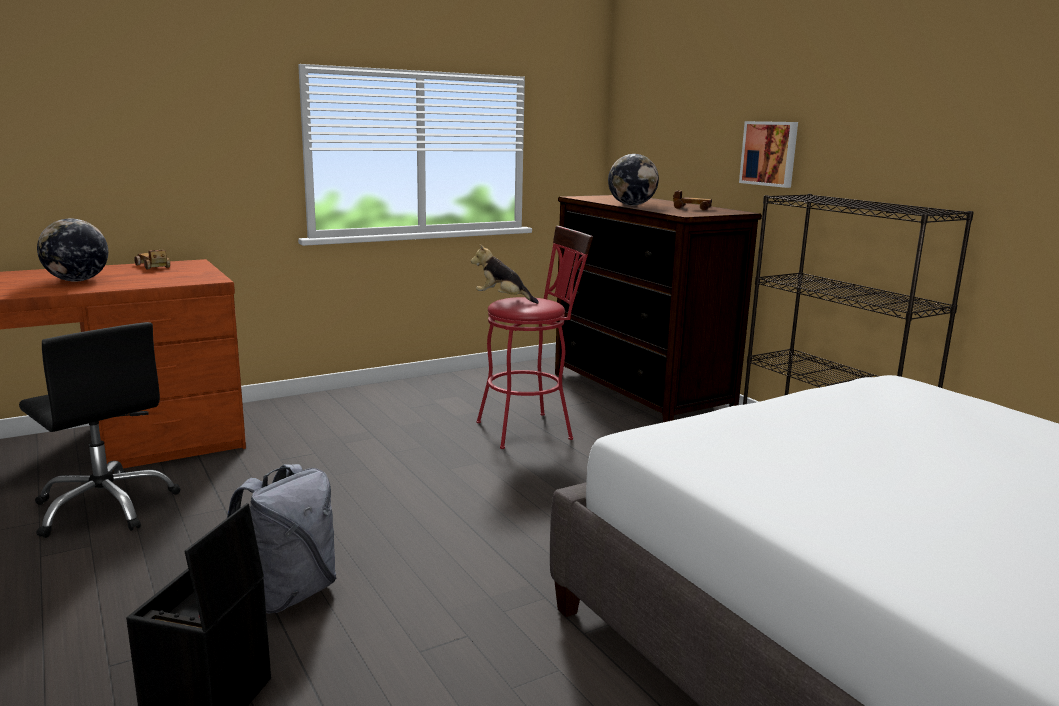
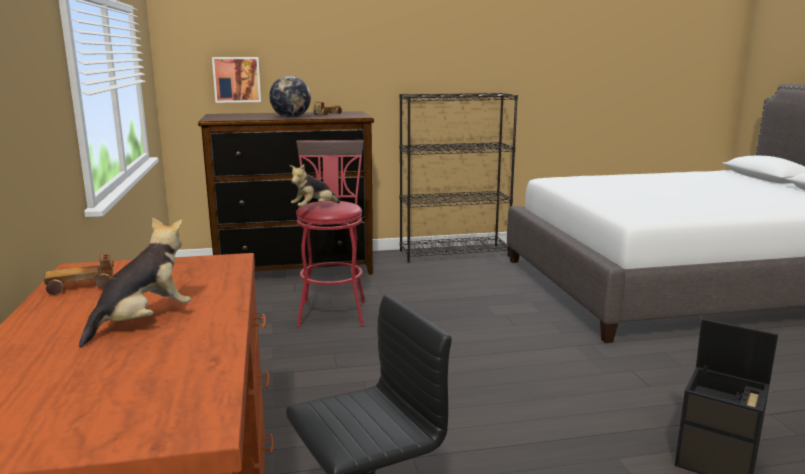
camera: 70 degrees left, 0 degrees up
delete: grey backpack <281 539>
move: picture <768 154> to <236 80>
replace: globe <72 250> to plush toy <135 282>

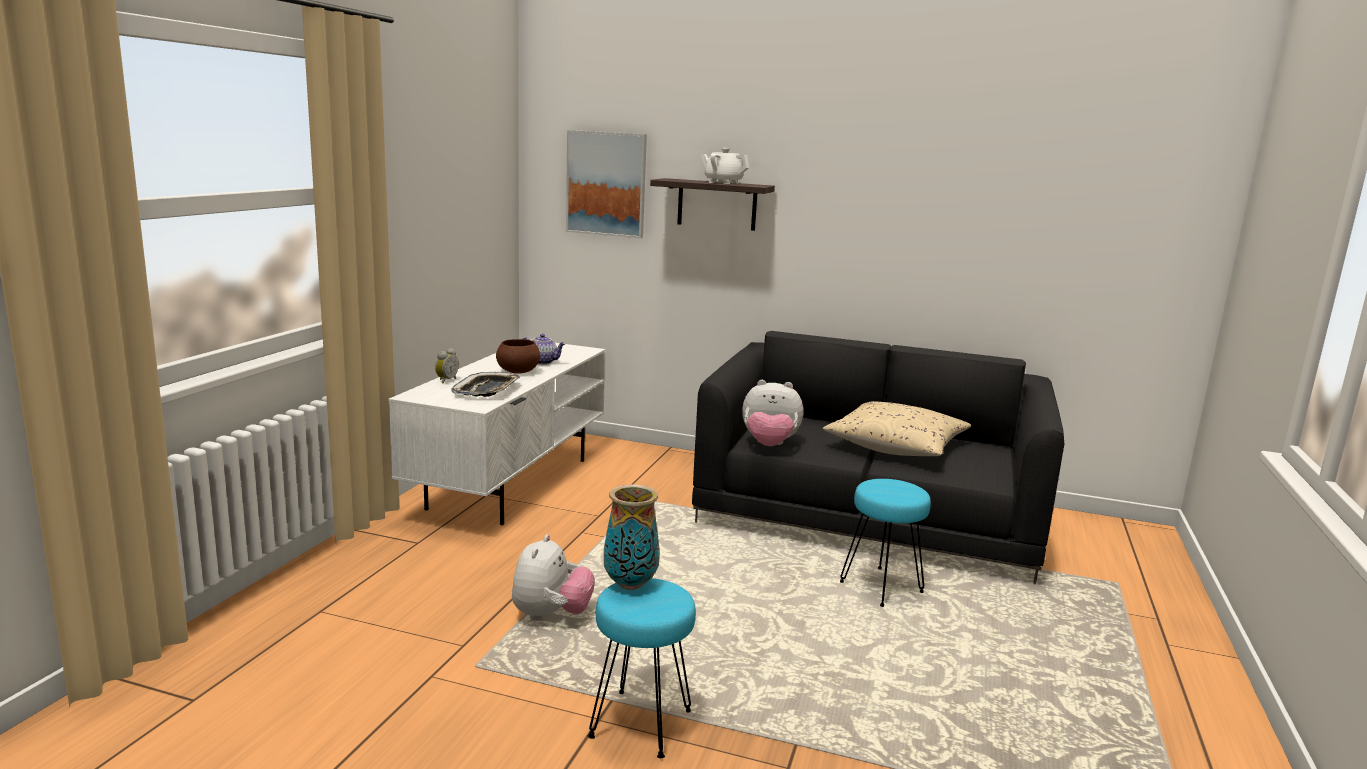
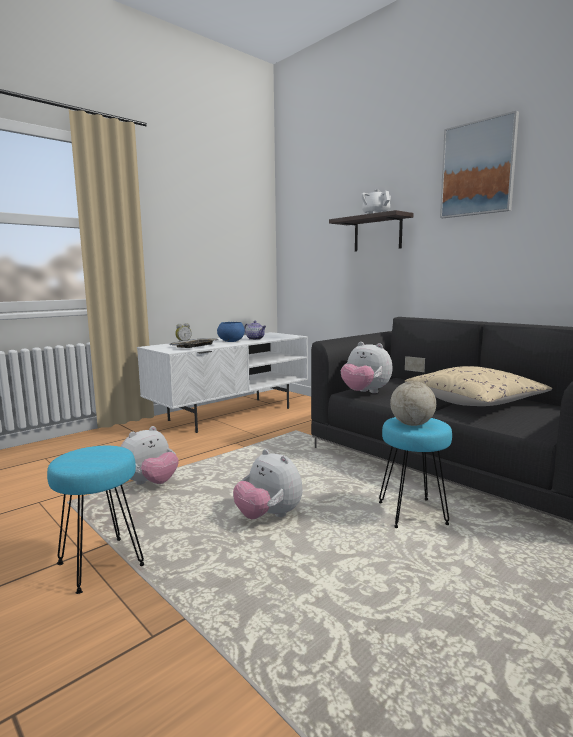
camera: 30 degrees right, 5 degrees down
delete: vase <632 537>
insert: plush toy <268 484>; globe <413 391>
move: picture <606 184> to <479 164>
recolor: brown bowl <518 356> to blue bowl <231 332>

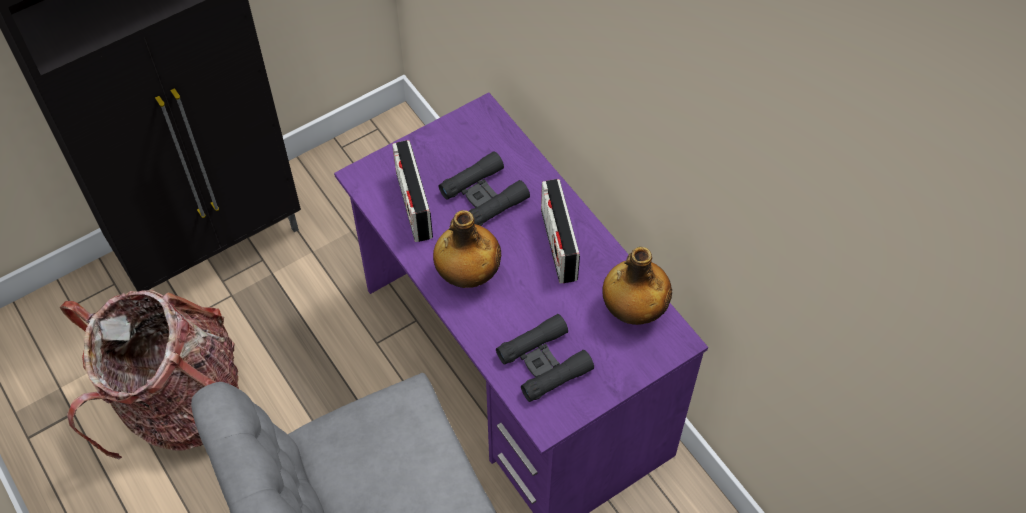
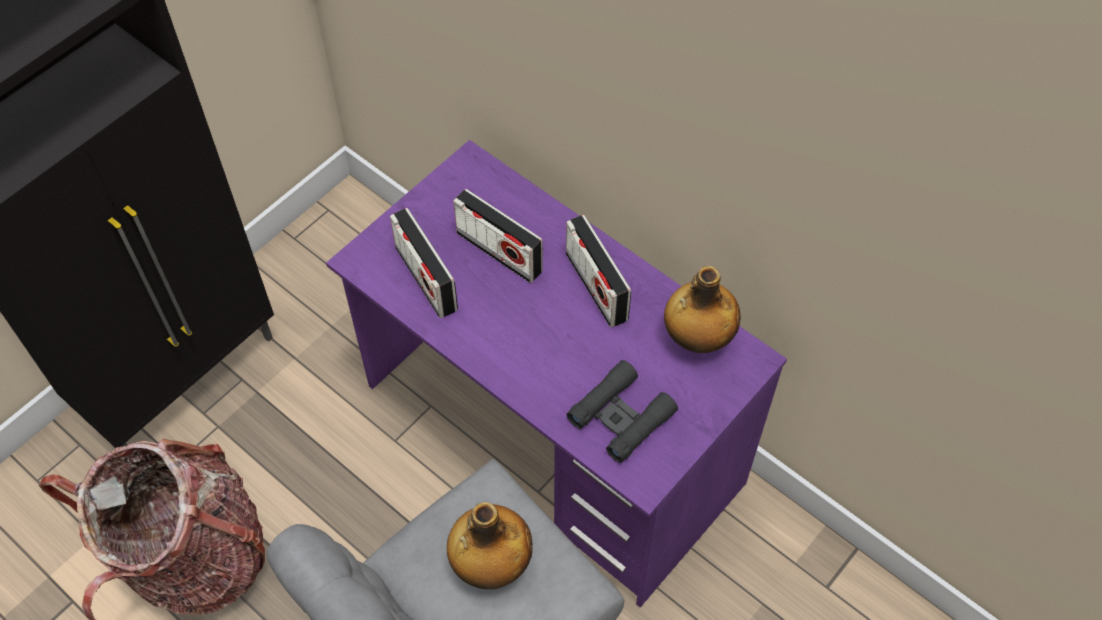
camera: 15 degrees left, 0 degrees up
move: bottle <467 249> to <490 545>
replace: black binoculars <484 188> to radio <498 236>

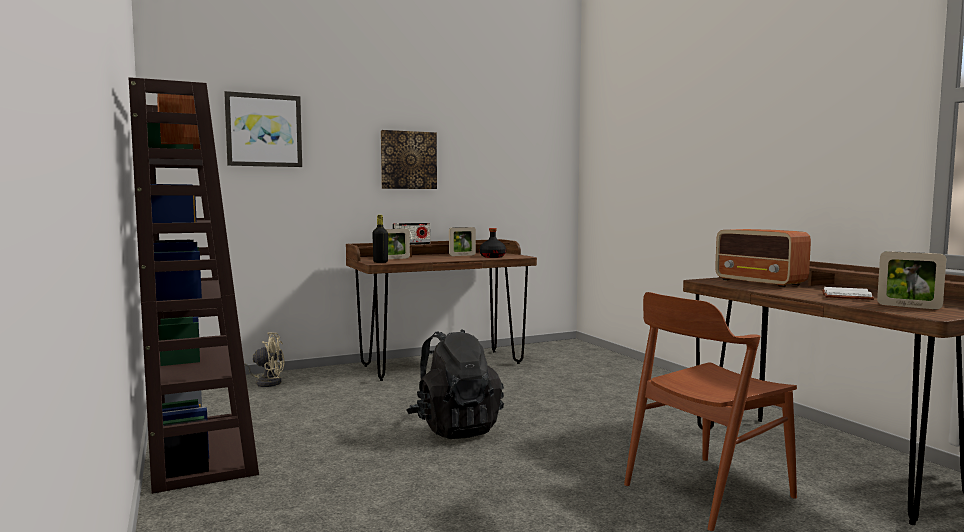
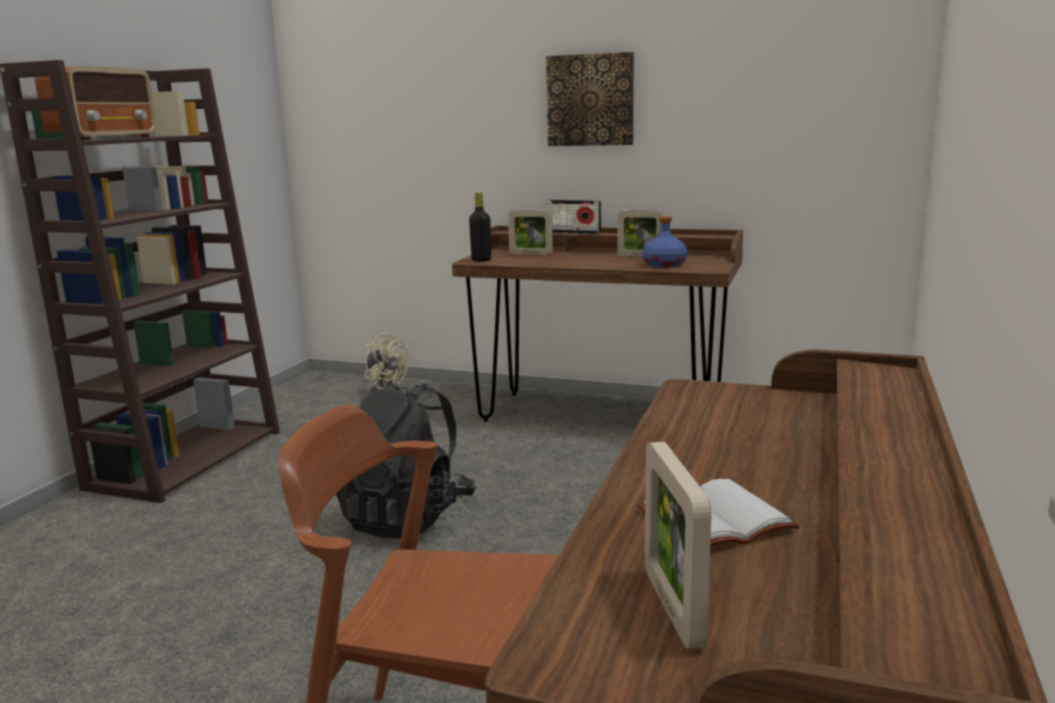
camera: 45 degrees right, 10 degrees up
delete: picture <263 129>; radio <763 258>
recolor: black bottle <492 243> to blue bottle <664 241>

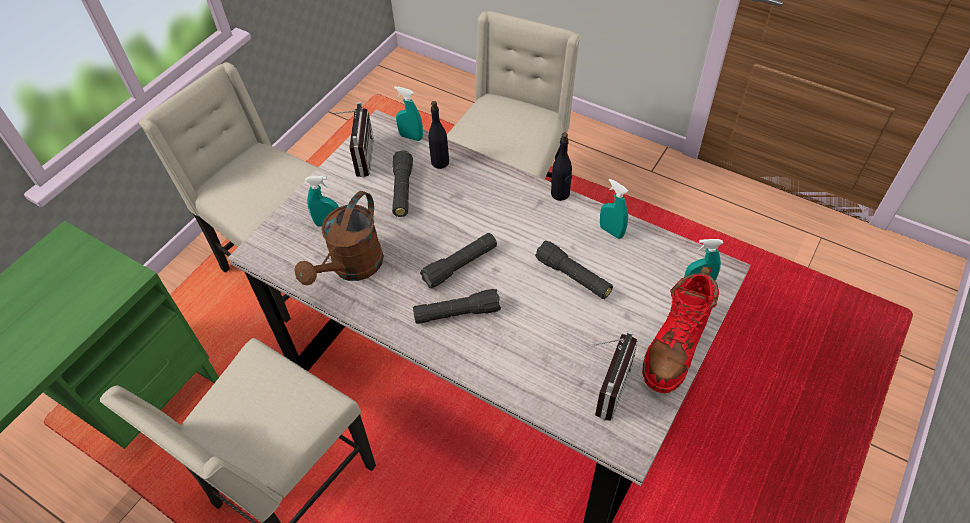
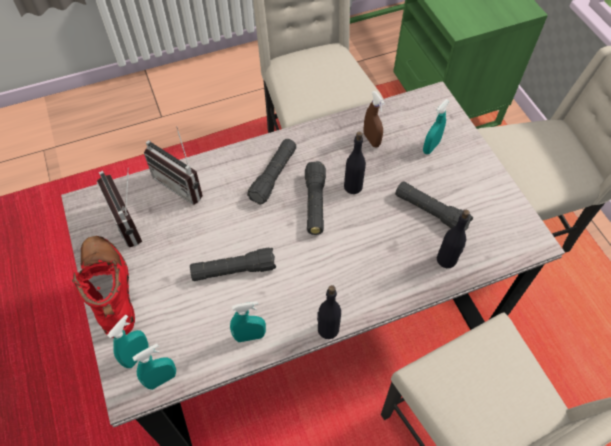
camera: 125 degrees right, 5 degrees up
insert: black bottle <355 163>
move: turquoise spray bottle <408 113> to <154 367>; radio <352 139> to <173 165>
replace: brown watering can <339 238> to brown spray bottle <374 119>

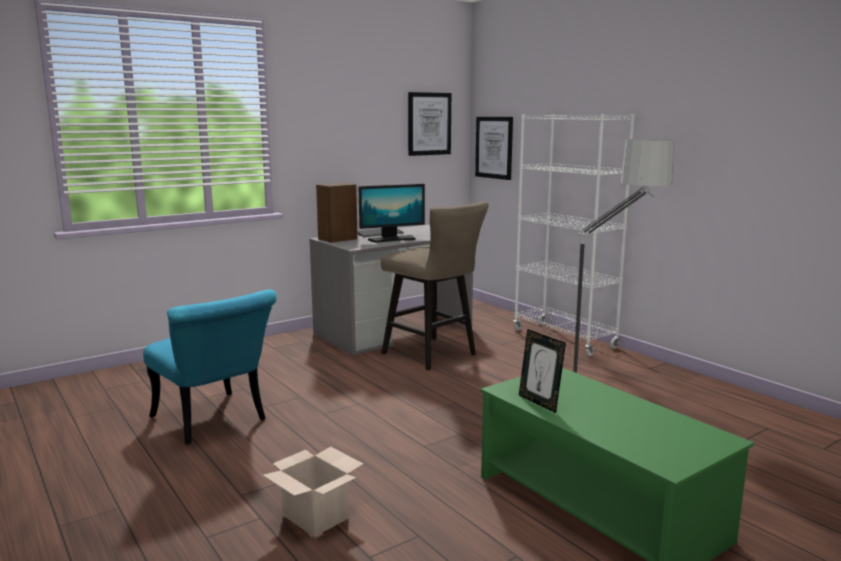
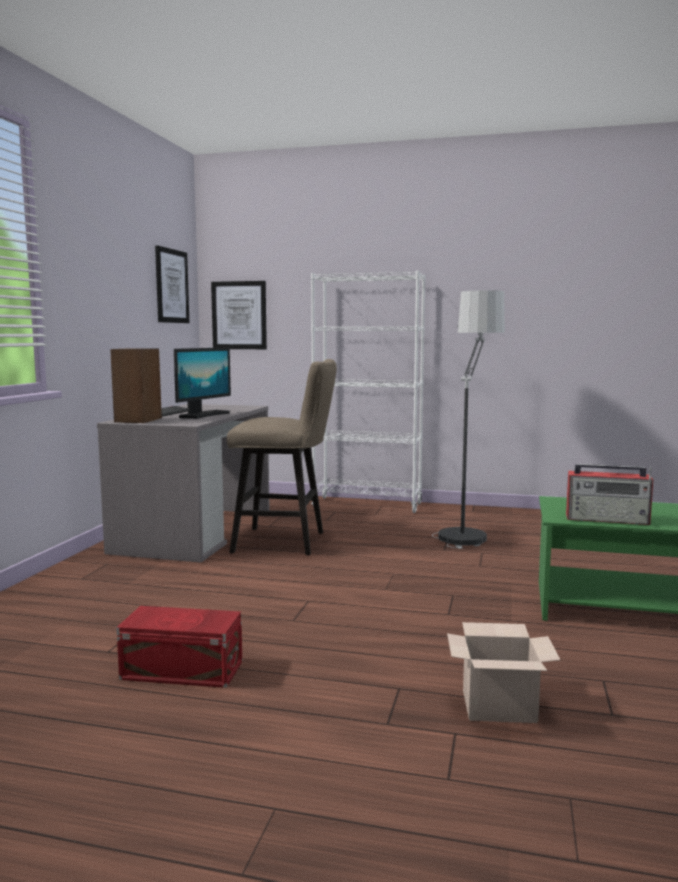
camera: 40 degrees left, 5 degrees down
replace: turquoise chair <210 366> to red storage box <179 647>; picture frame <542 371> to radio <609 494>

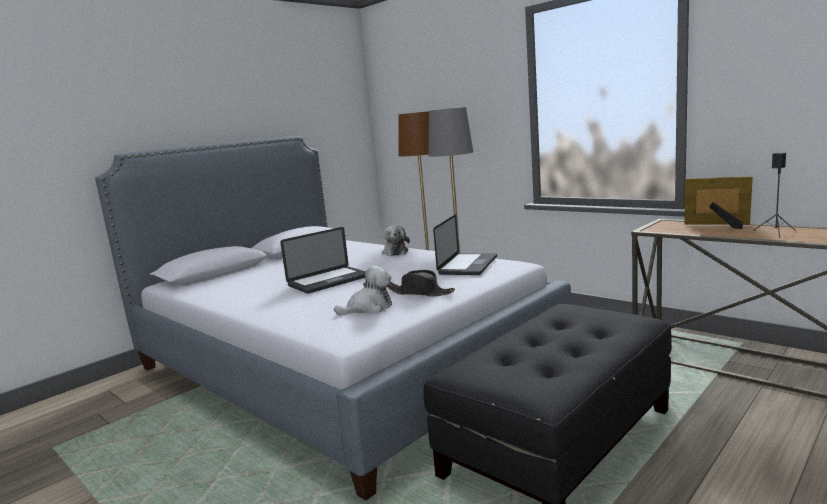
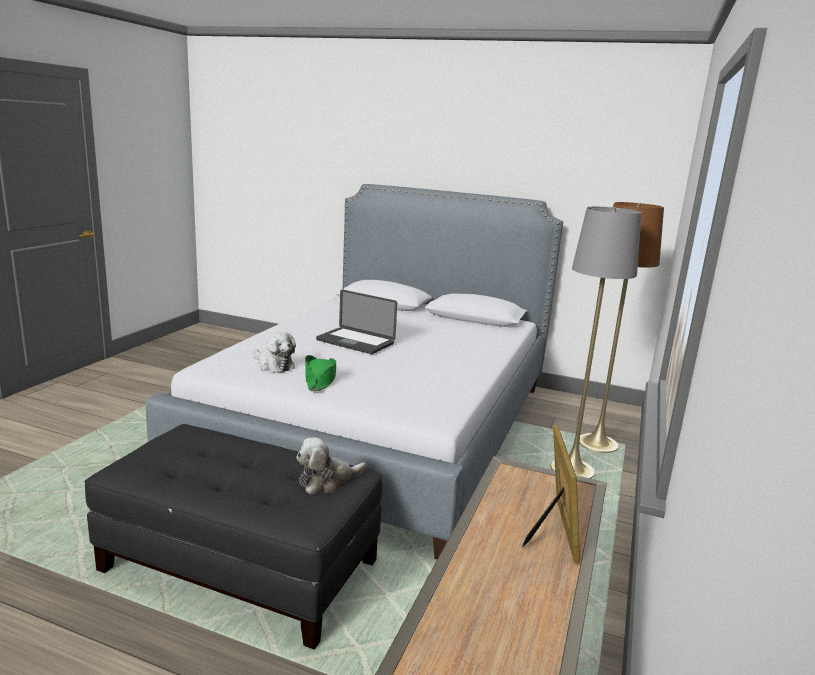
camera: 65 degrees right, 5 degrees up
delete: laptop <465 244>; black speaker <774 195>
move: plush toy <396 240> to <331 465>
recolor: black hat <420 283> to green hat <320 373>

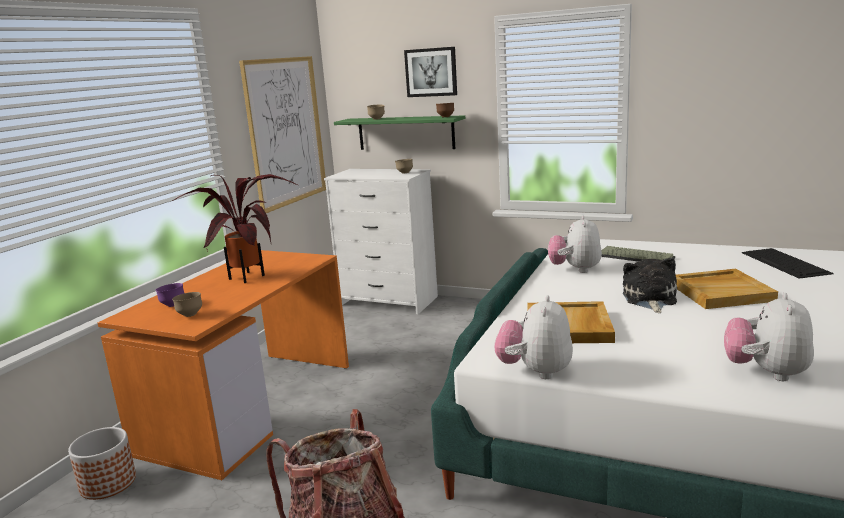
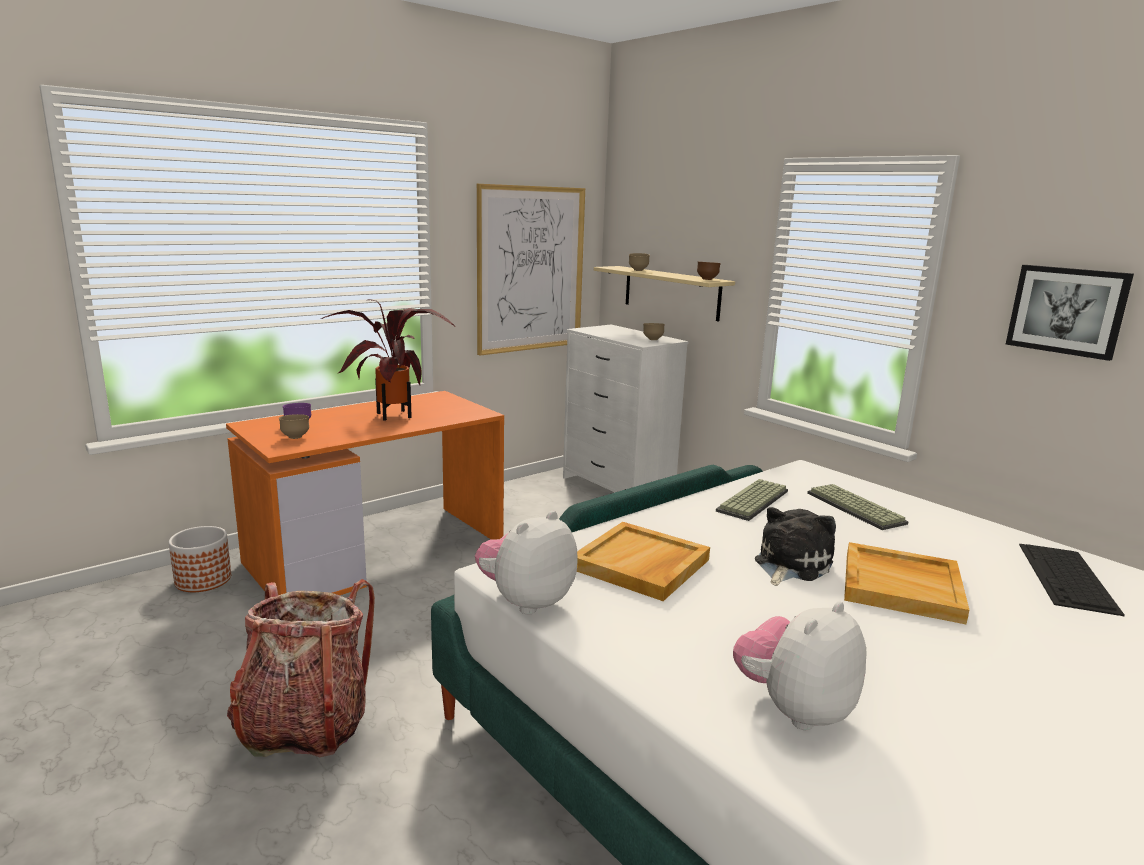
camera: 25 degrees right, 0 degrees up
move: picture <430 72> to <1070 313>
replace: plush toy <575 244> to keyboard <752 500>
recolor: green shelf <399 132> to beige shelf <664 293>

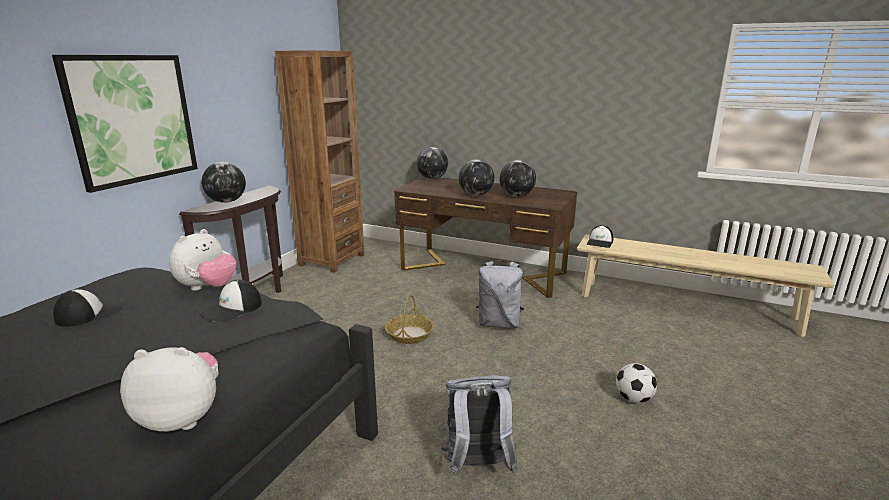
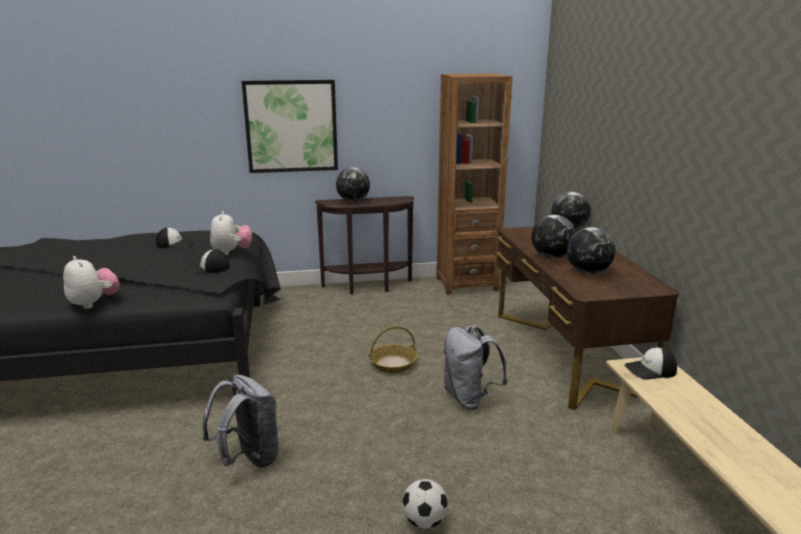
camera: 55 degrees right, 0 degrees up
rotate: plush toy <203 260> = <231 233> 90 degrees counterclockwise

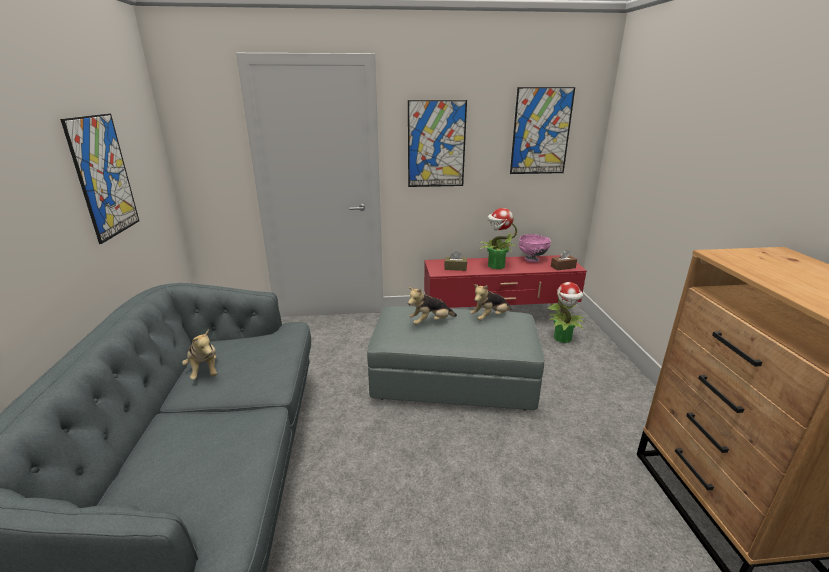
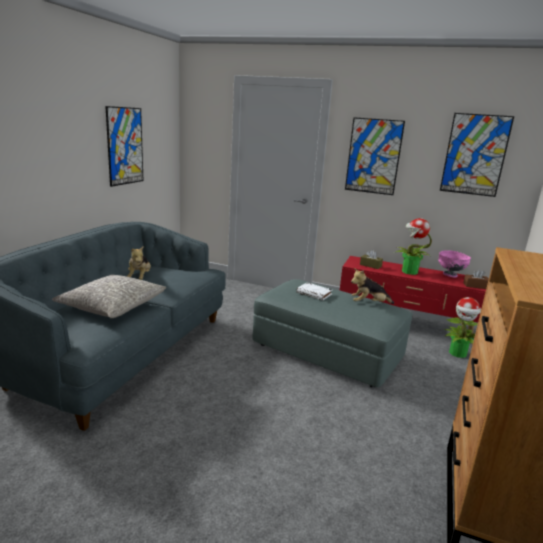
camera: 25 degrees right, 5 degrees down
insert: grey pillow <109 296>
replace: plush toy <432 306> to white book <314 291>

